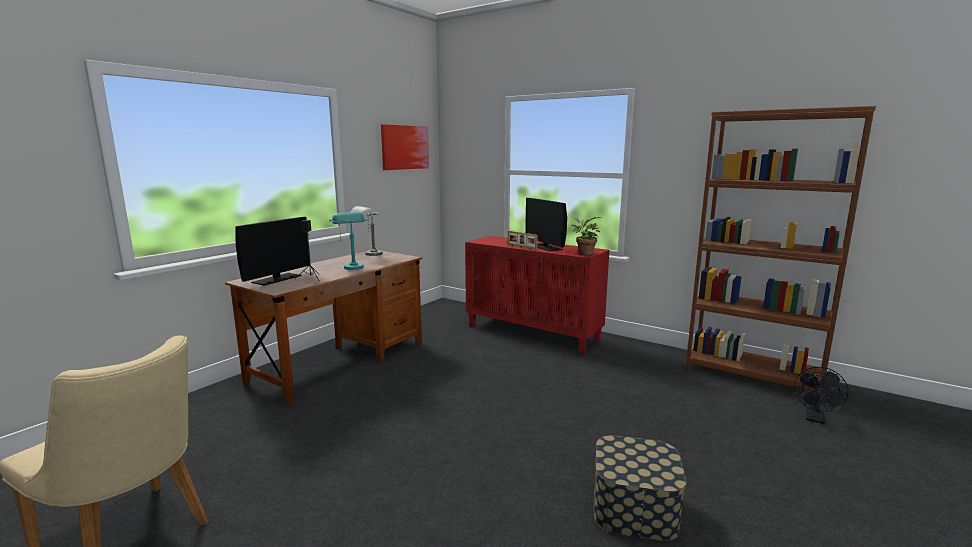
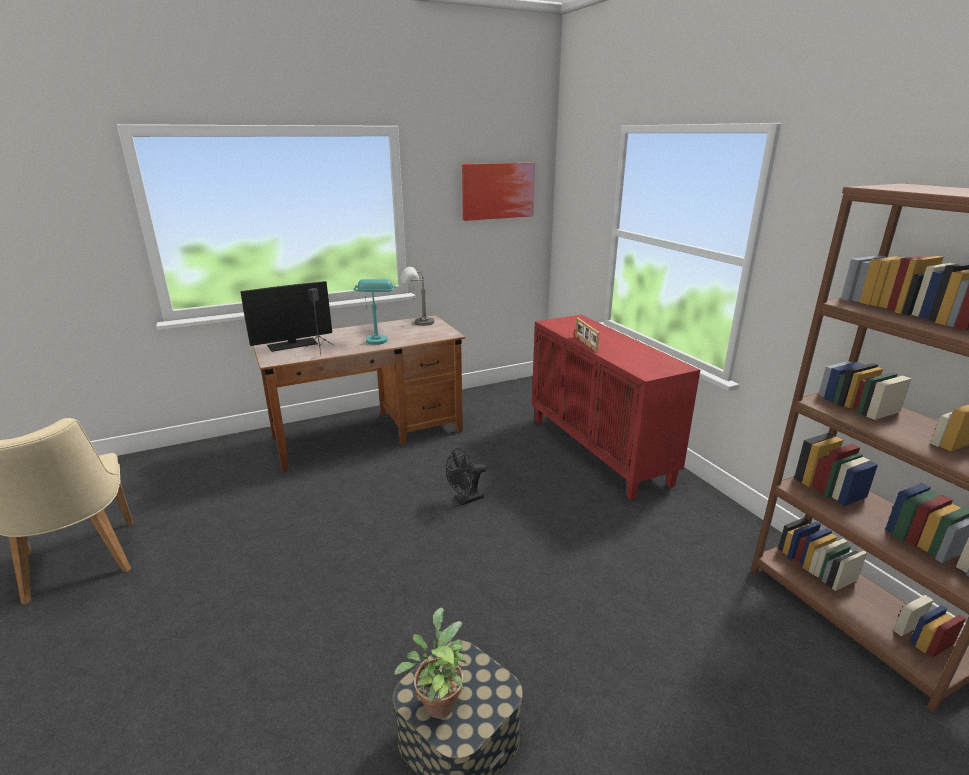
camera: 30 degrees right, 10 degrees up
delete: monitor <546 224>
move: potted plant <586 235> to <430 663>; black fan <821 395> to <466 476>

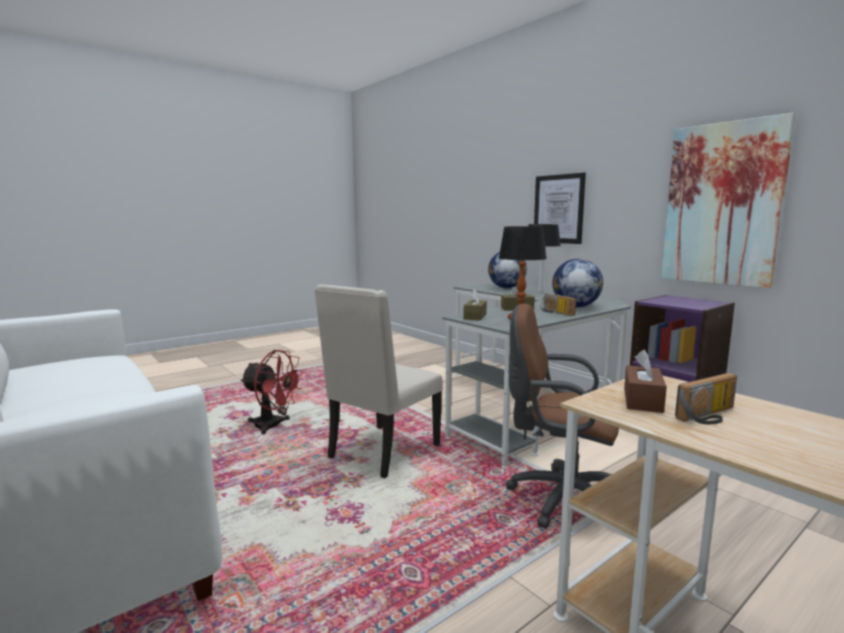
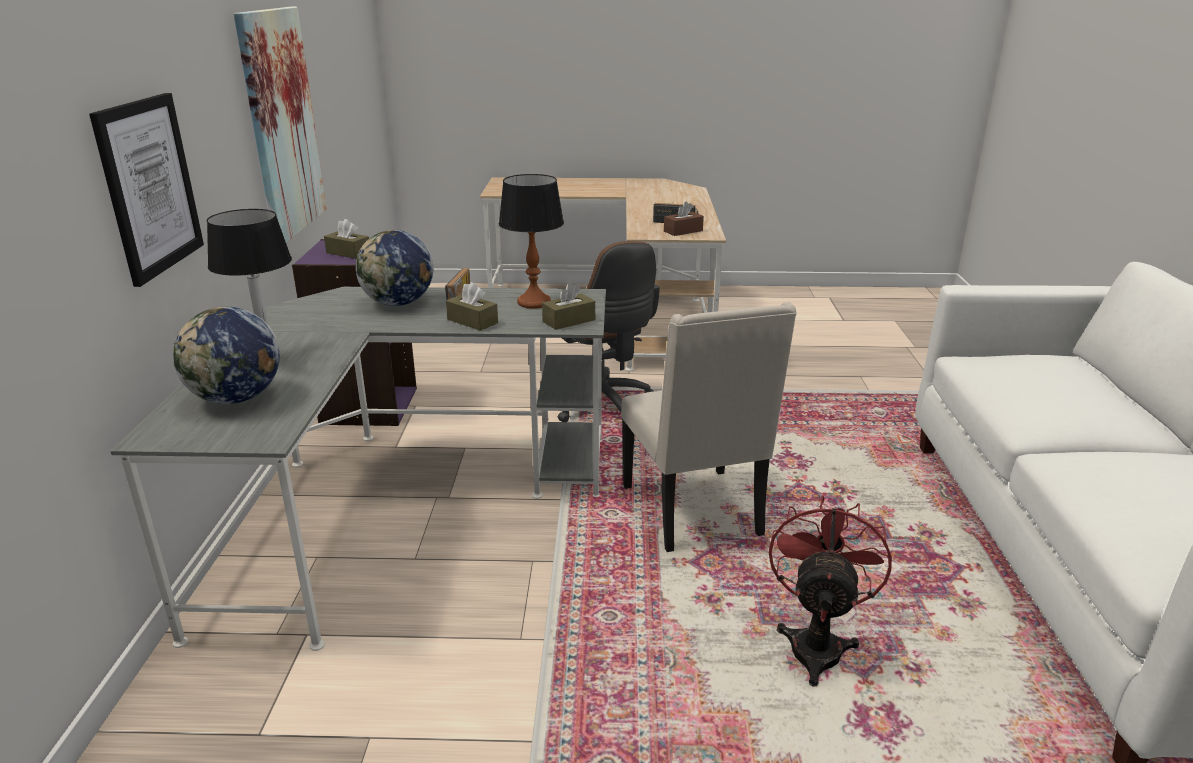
camera: 140 degrees left, 15 degrees up
insert: brown tissue box <346 239>
rotate: beige chair <378 381> = <709 427> 90 degrees clockwise; red fan <272 392> = <830 591> 45 degrees clockwise

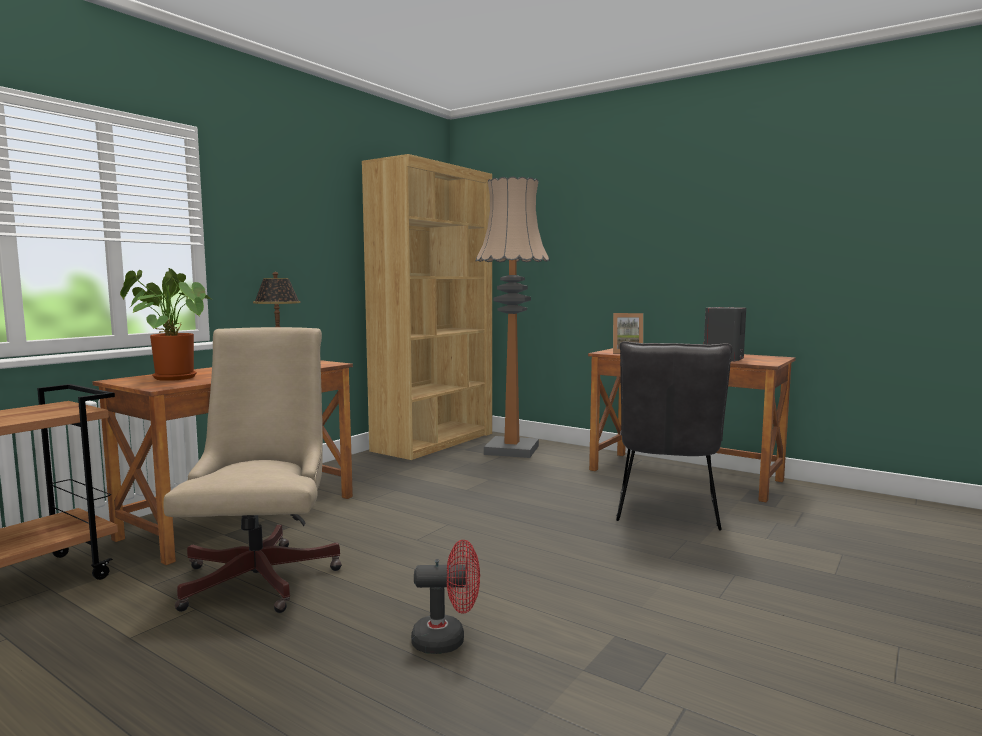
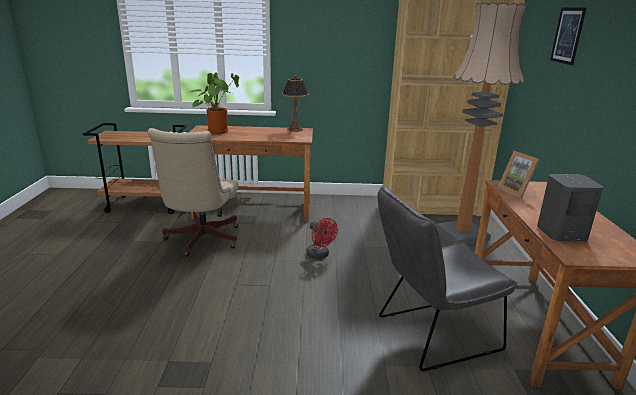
camera: 55 degrees right, 15 degrees up
insert: picture <568 36>
move: red fan <445 597> to <322 238>
rotate: beige office chair <253 470> = <193 192> 135 degrees clockwise

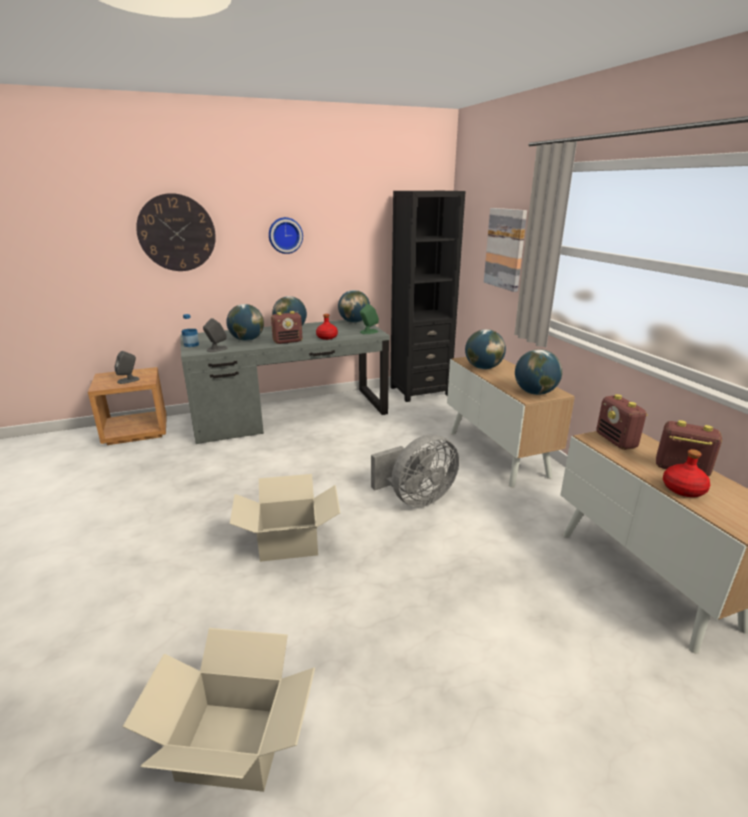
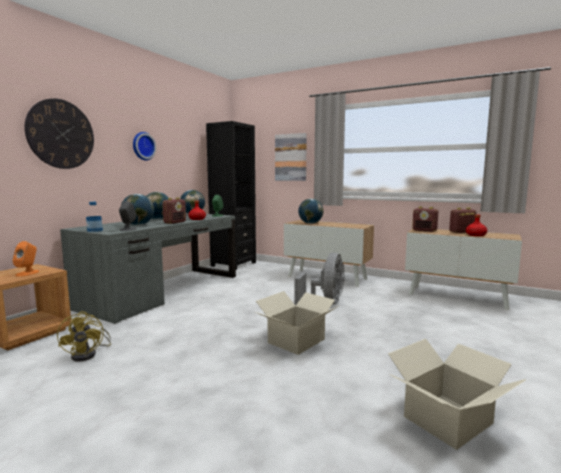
camera: 40 degrees left, 15 degrees down
delete: globe <538 372>
insert: yellow fan <84 336>
recolor: grey speaker <126 367> to orange speaker <26 259>

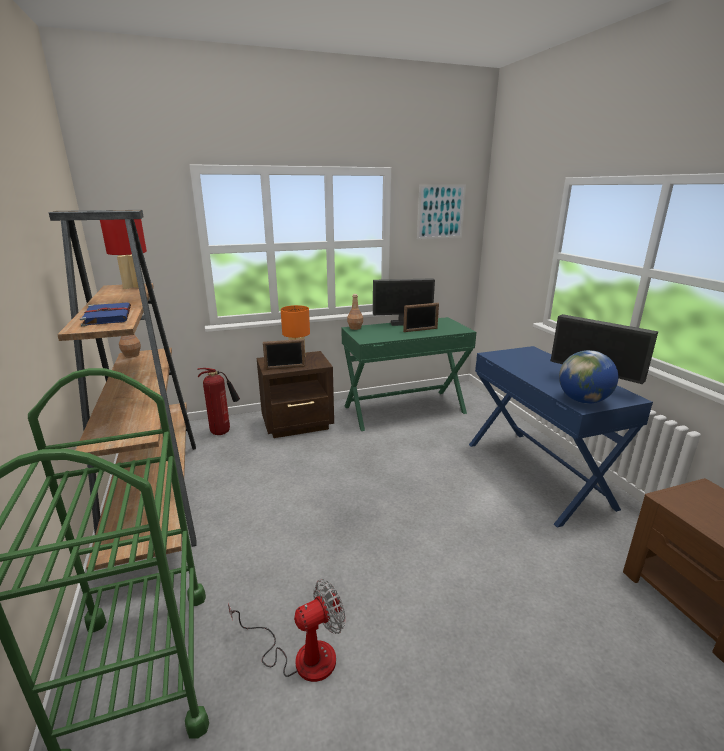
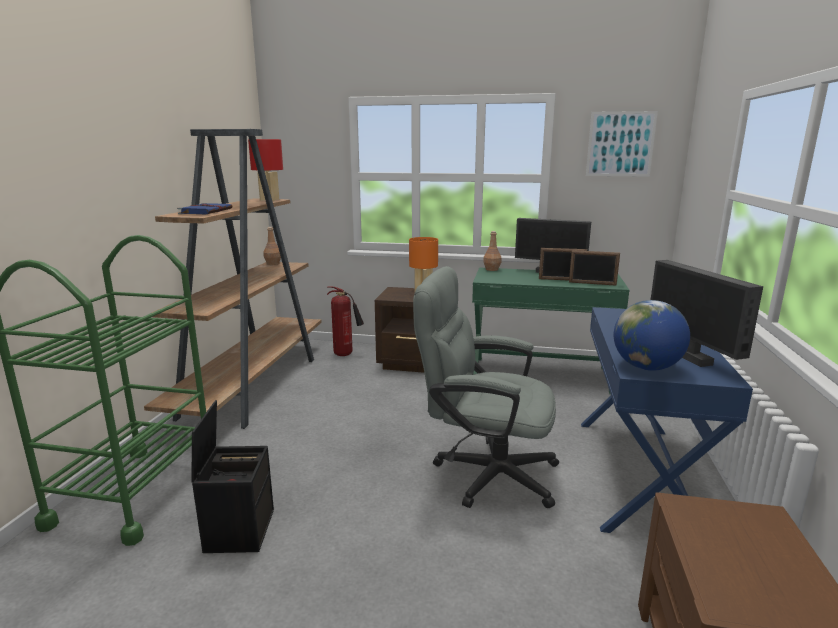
camera: 30 degrees right, 5 degrees down
insert: grey office chair <486 387>
move: picture frame <284 354> to <594 268>
replace: fan <286 630> to black storage box <232 476>

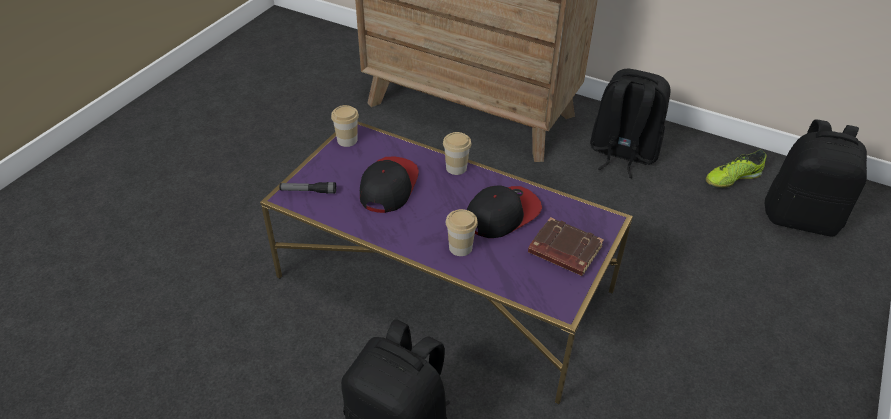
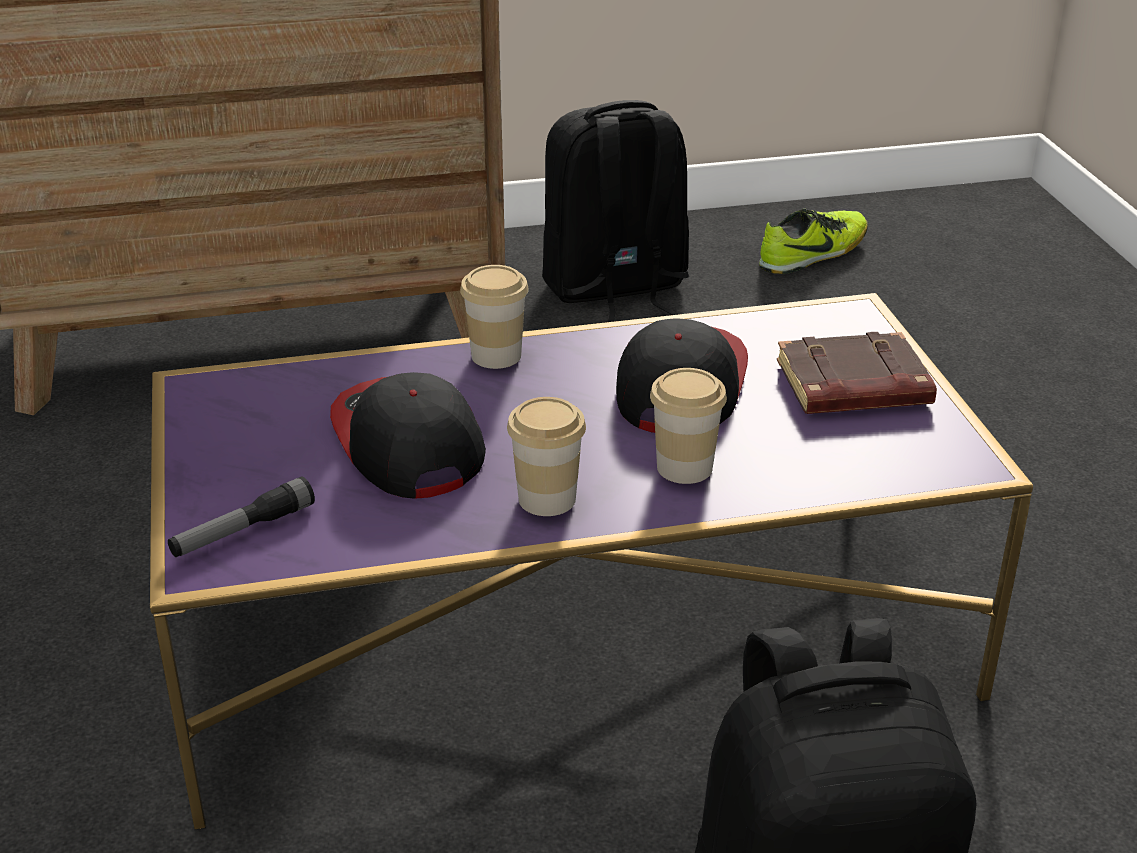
camera: 40 degrees left, 10 degrees down
delete: black backpack <816 178>
move: cup <345 126> to <546 456>
rotate: shoe <735 169> = <813 241> 150 degrees counterclockwise

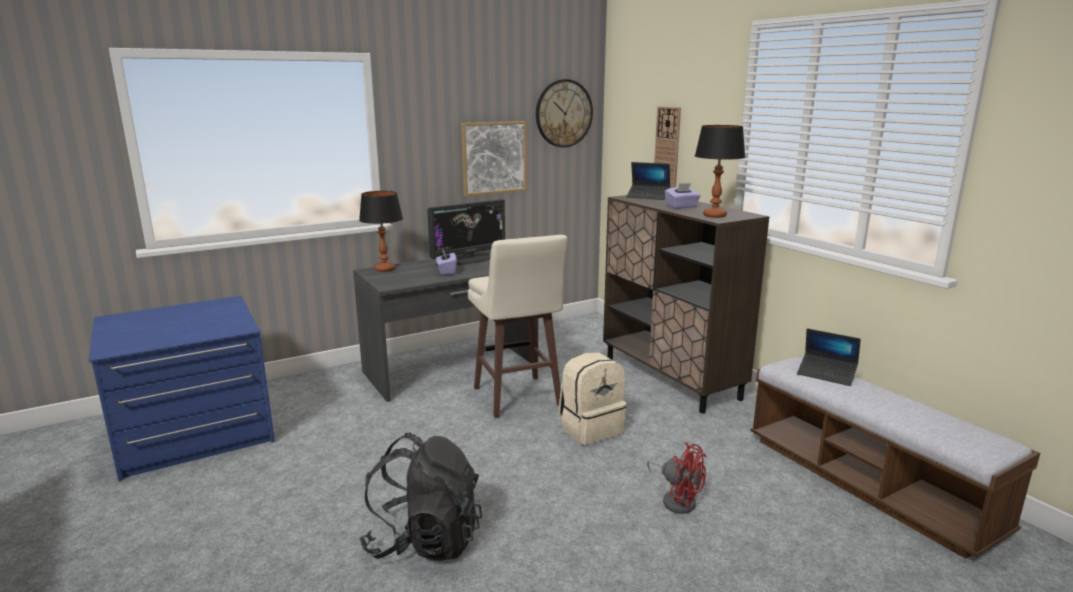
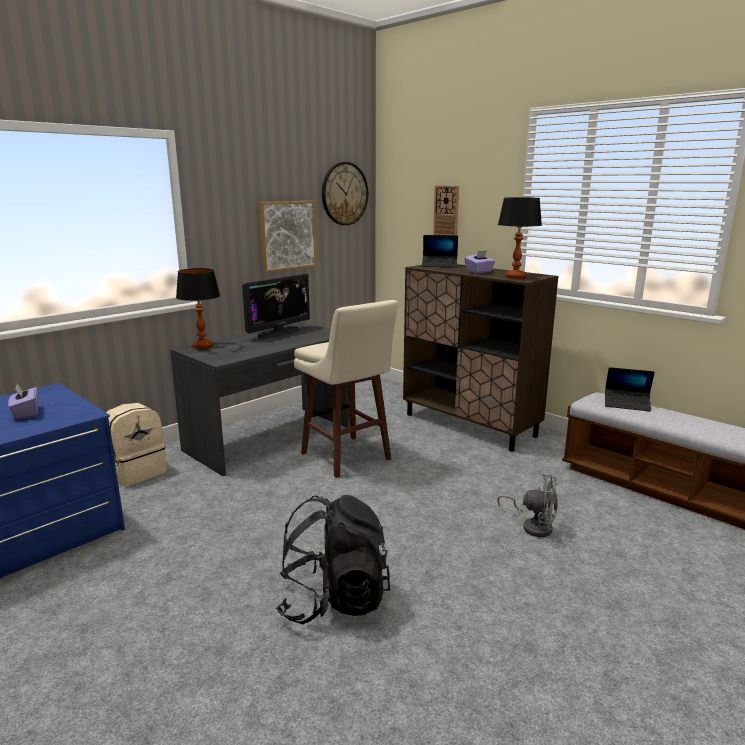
camera: 15 degrees left, 0 degrees up
move: purple tissue box <446 262> to <23 401>; beige backpack <592 398> to <136 444>
recolor: red fan <677 478> to grey fan <527 505>

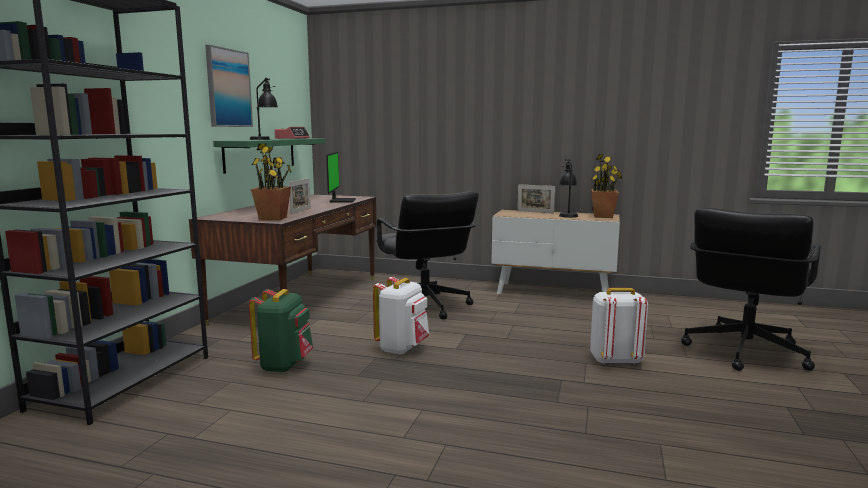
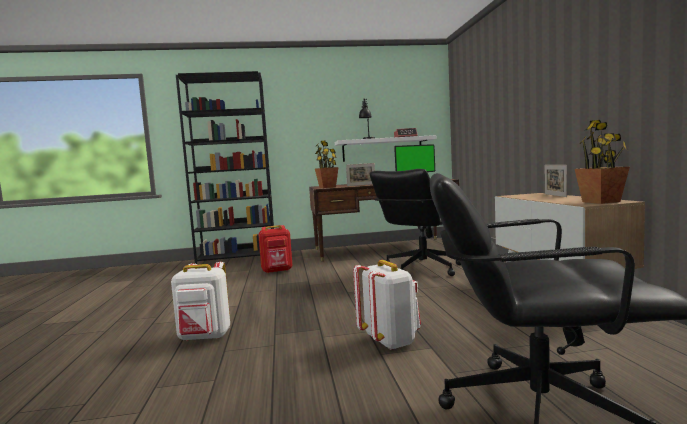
camera: 65 degrees right, 5 degrees down
delete: picture <229 86>; black table lamp <568 188>
move: white backpack <401 316> to <200 301>
recolor: green backpack <281 331> to red backpack <275 249>; green shelf <269 156> to white shelf <385 148>

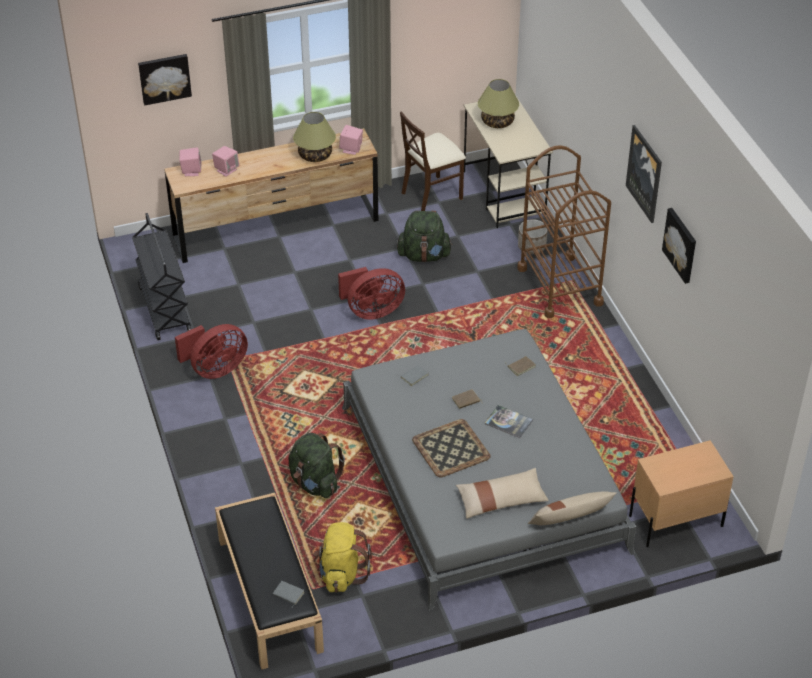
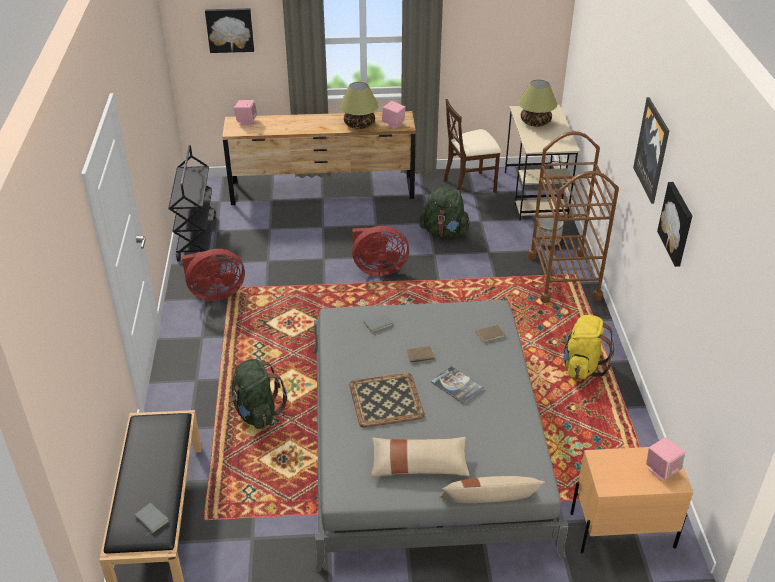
camera: 15 degrees right, 5 degrees down
move: yellow backpack <343 557> to <587 347>; pink speaker <225 161> to <665 459>

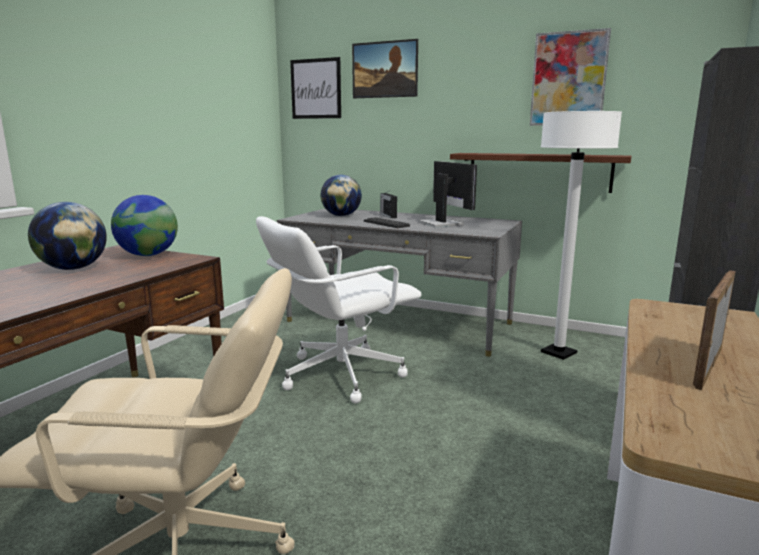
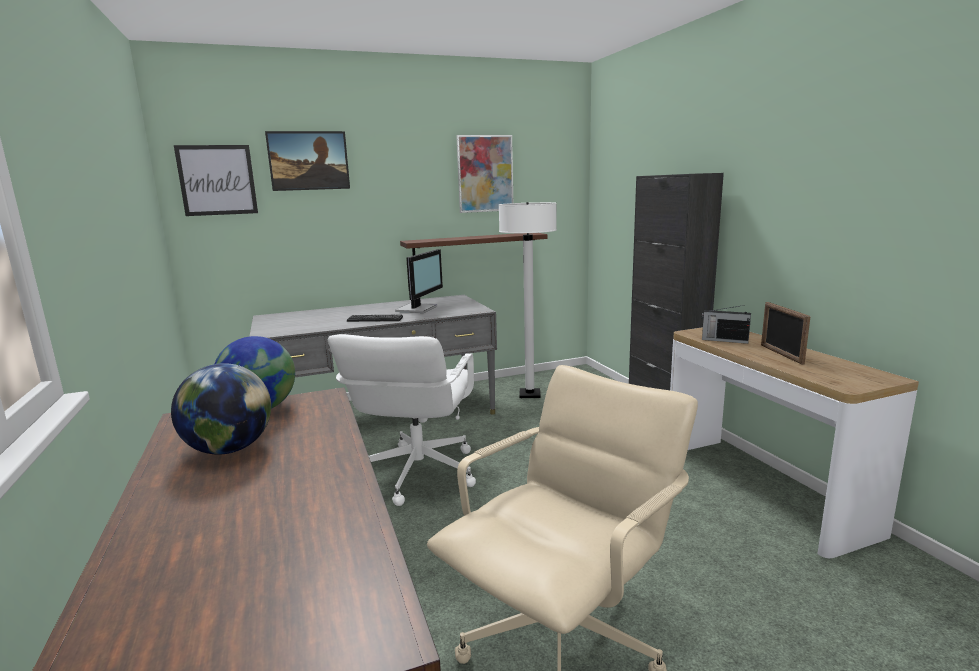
camera: 45 degrees left, 0 degrees up
delete: globe <341 195>
move: radio <388 204> to <726 324>
rotate: monitor <448 194> = <419 281> 90 degrees clockwise

